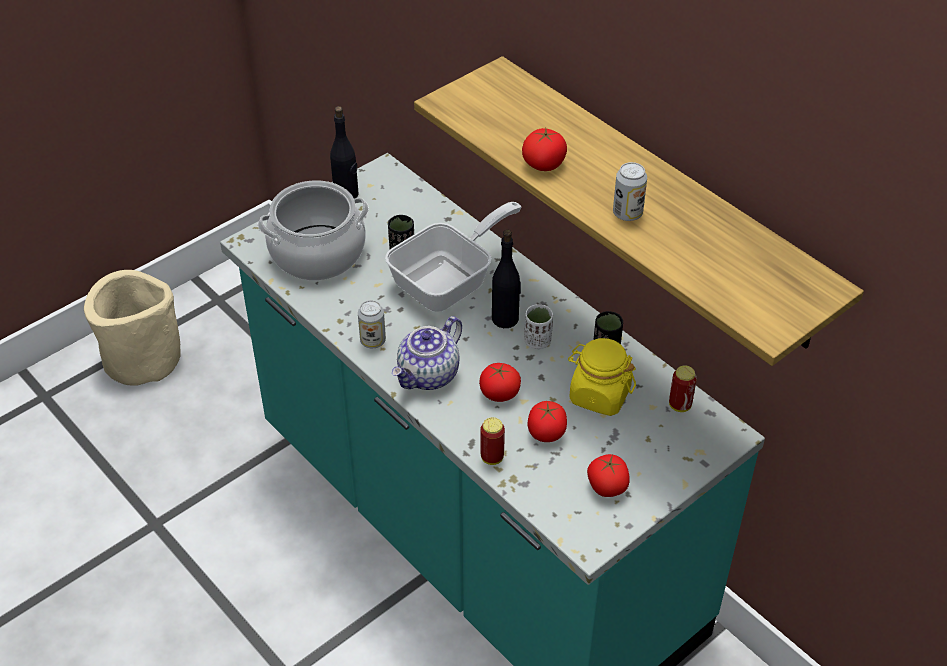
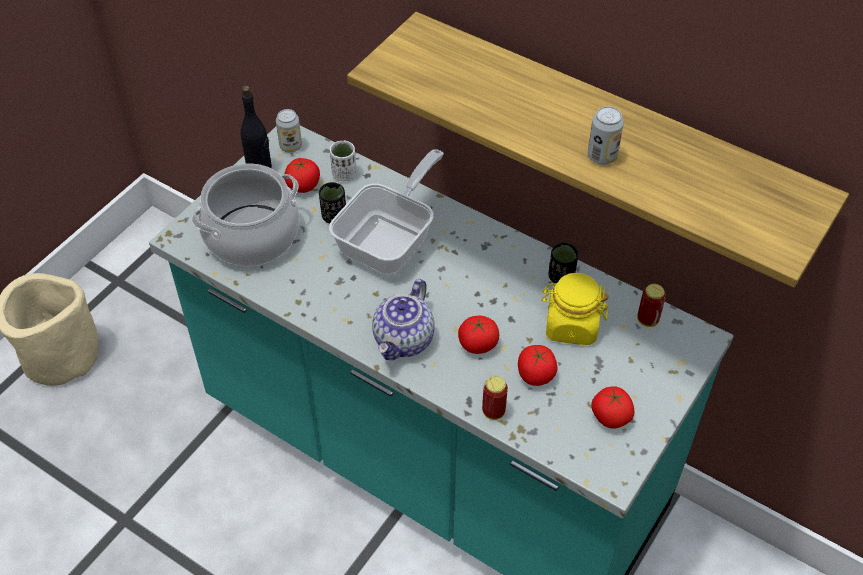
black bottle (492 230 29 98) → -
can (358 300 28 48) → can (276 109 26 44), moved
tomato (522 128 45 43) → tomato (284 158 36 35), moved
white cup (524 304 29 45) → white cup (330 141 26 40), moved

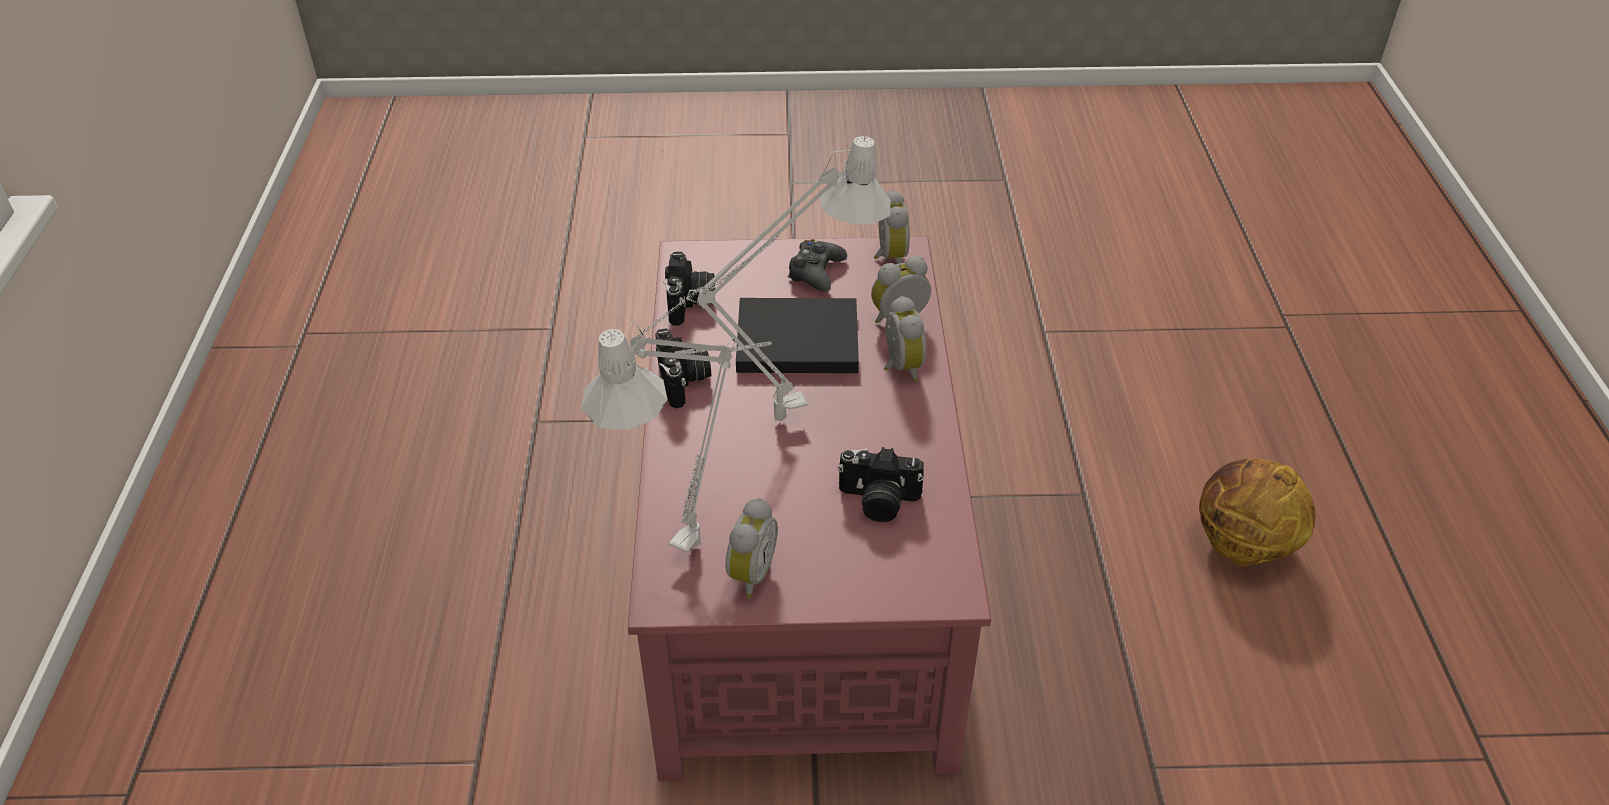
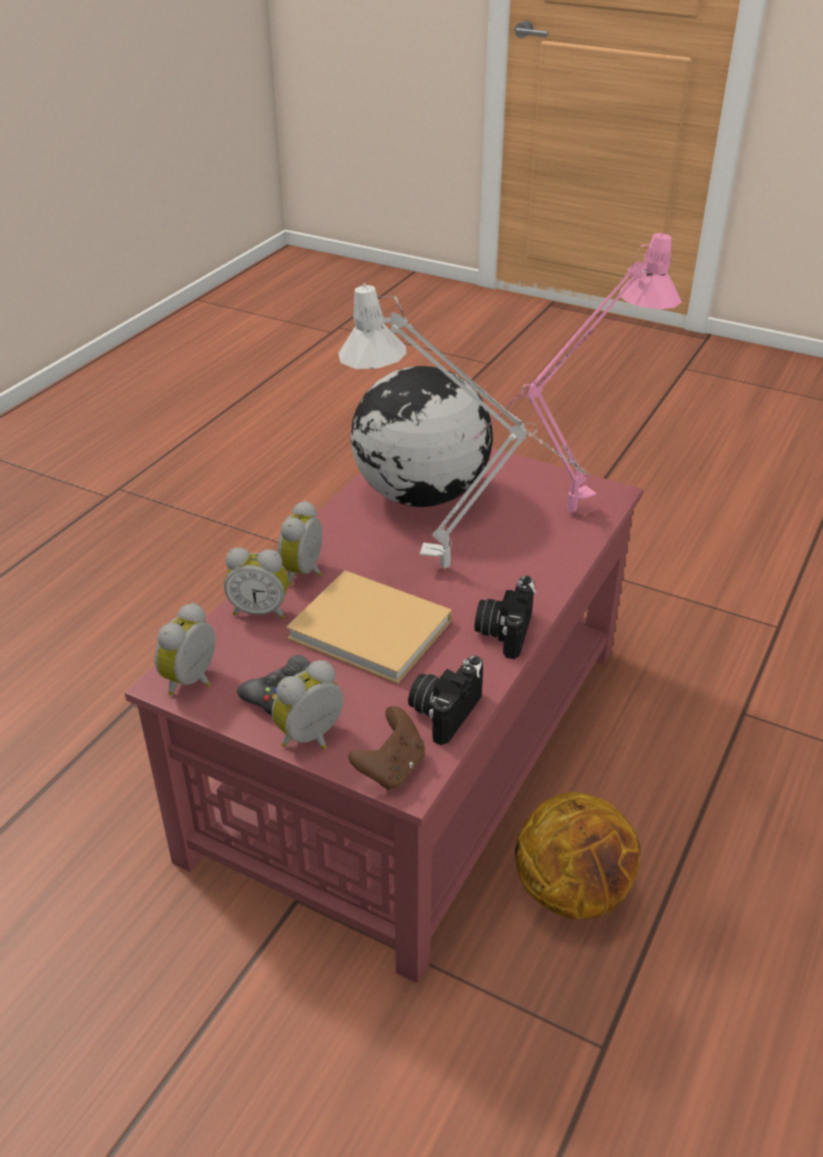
- → brown game controller (348 706 77 84)
alarm clock (726 498 52 100) → alarm clock (272 660 71 90), moved
basketball (1199 459 116 108) → basketball (515 792 126 127), moved
photo camera (838 447 86 75) → globe (351 366 142 141)
grey table lamp (581 321 191 233) → pink table lamp (473 231 209 281)
black book (736 298 123 75) → beige book (286 570 166 114)

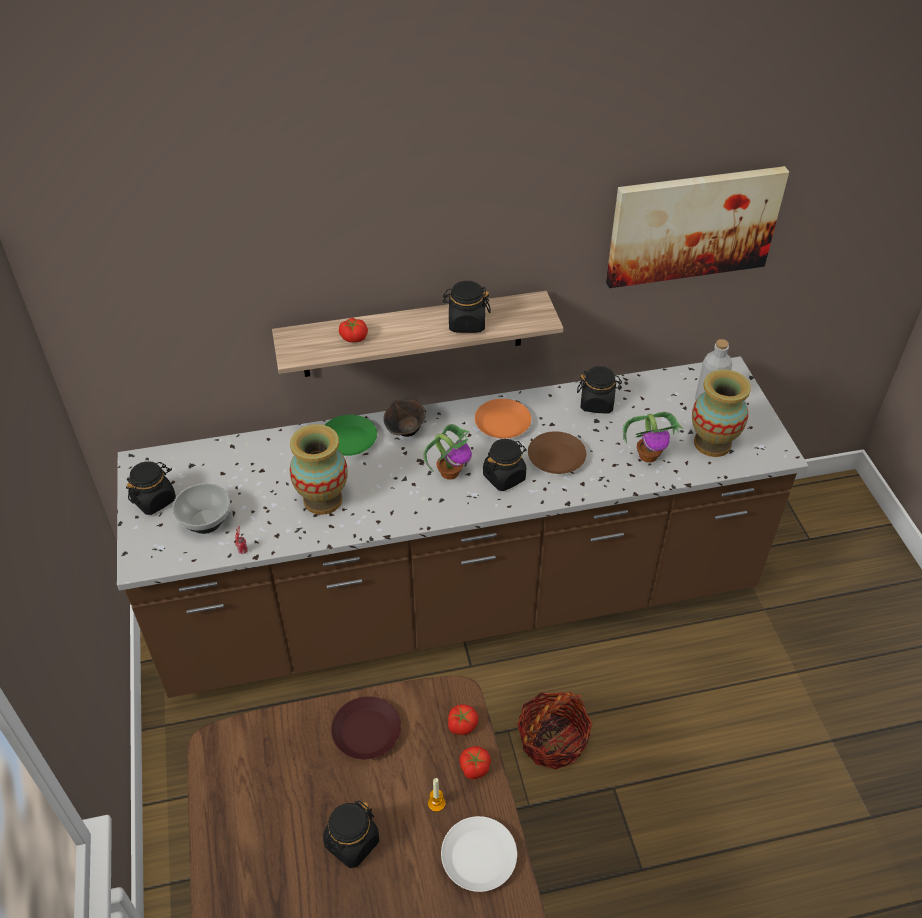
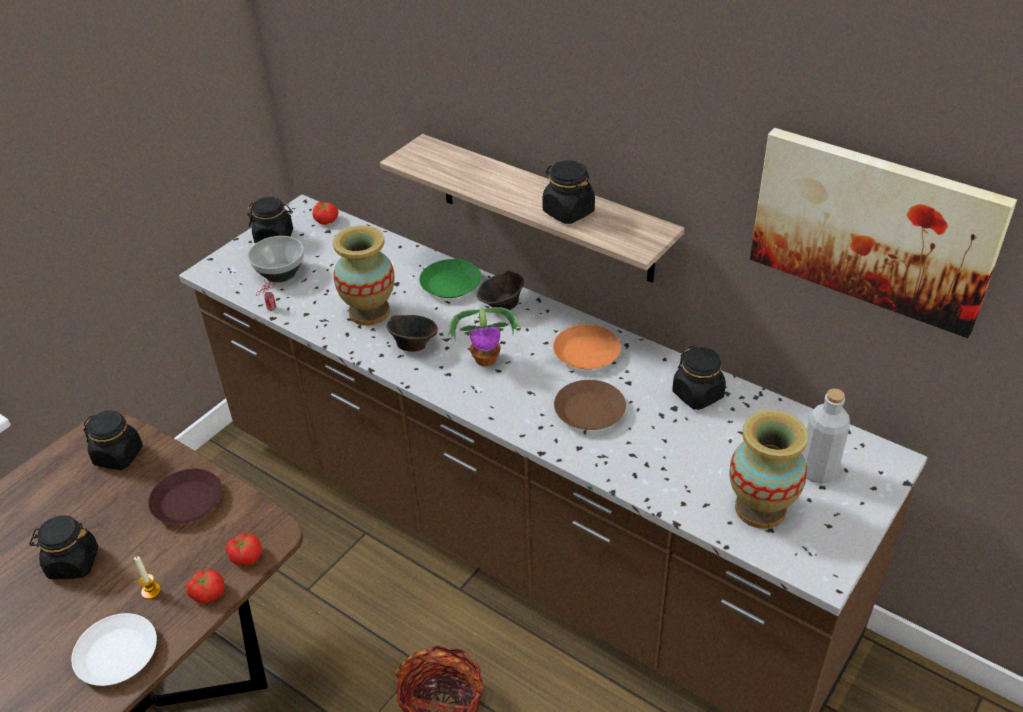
potted plant (623 412 60 51) → -
- → brown bowl (386 315 52 37)
tomato (339 318 29 24) → tomato (313 202 26 23), moved
black jar (483 439 44 52) → black jar (83 411 60 59), moved

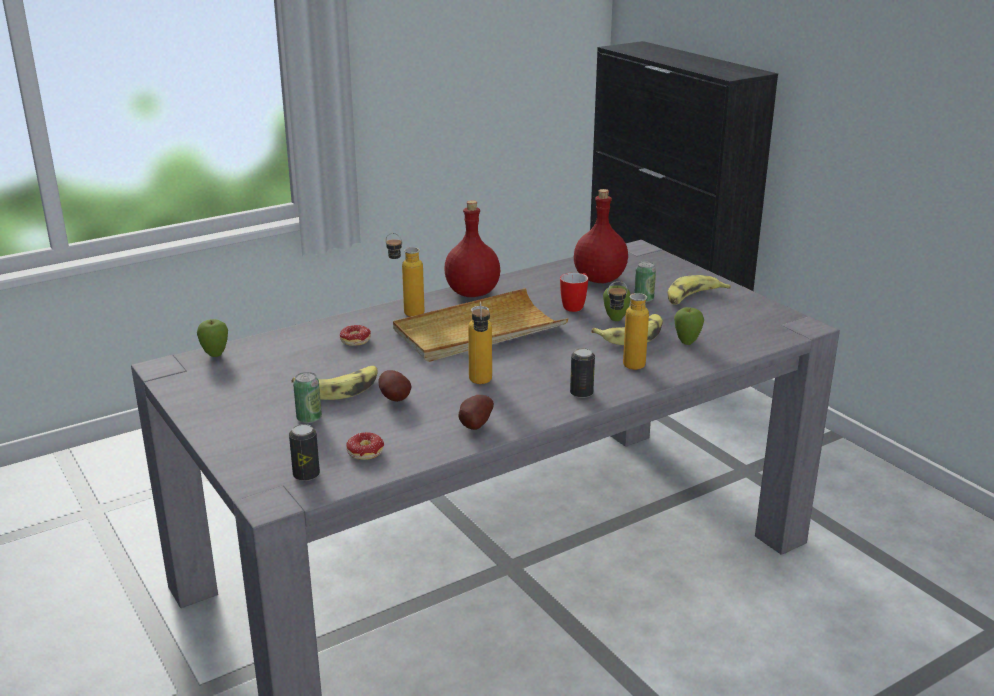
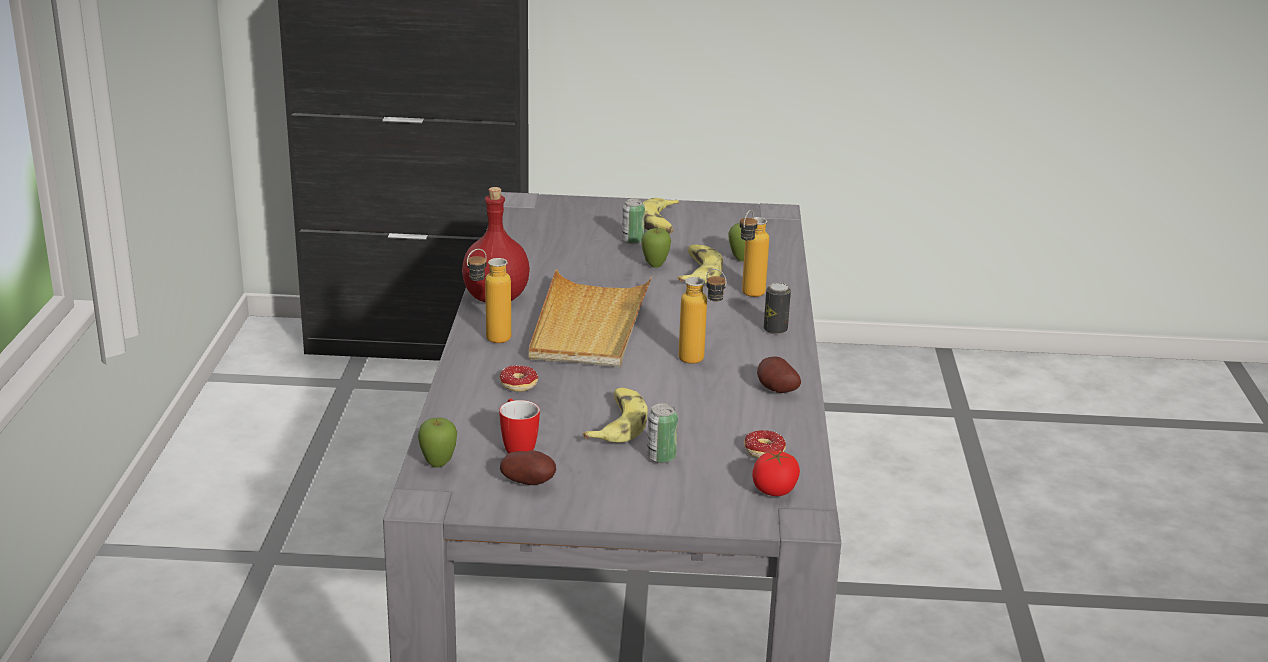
red bottle (574 189 54 94) → -
potato (378 370 33 32) → potato (500 450 56 35), moved
mug (560 273 28 39) → mug (499 399 41 54), moved
can (289 424 31 57) → tomato (752 451 48 45)

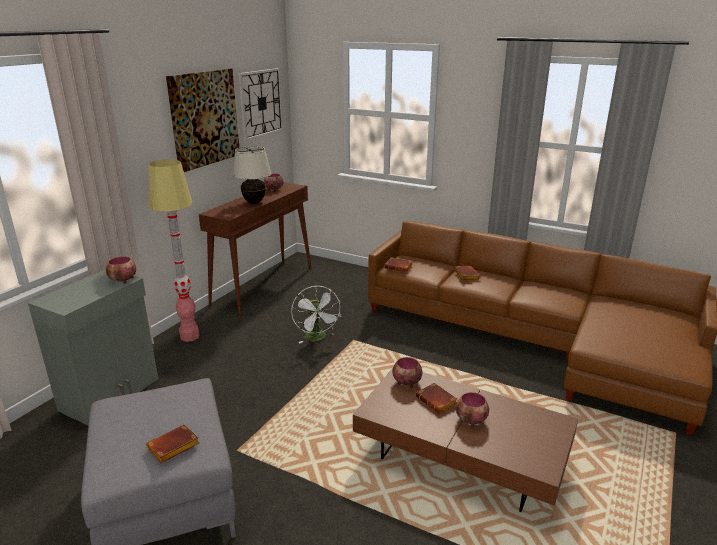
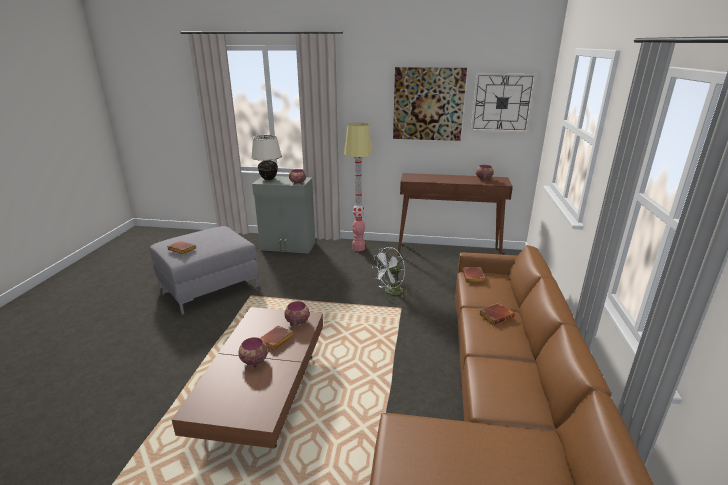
beige table lamp (233 146 39 58) → beige table lamp (251 135 31 45), moved

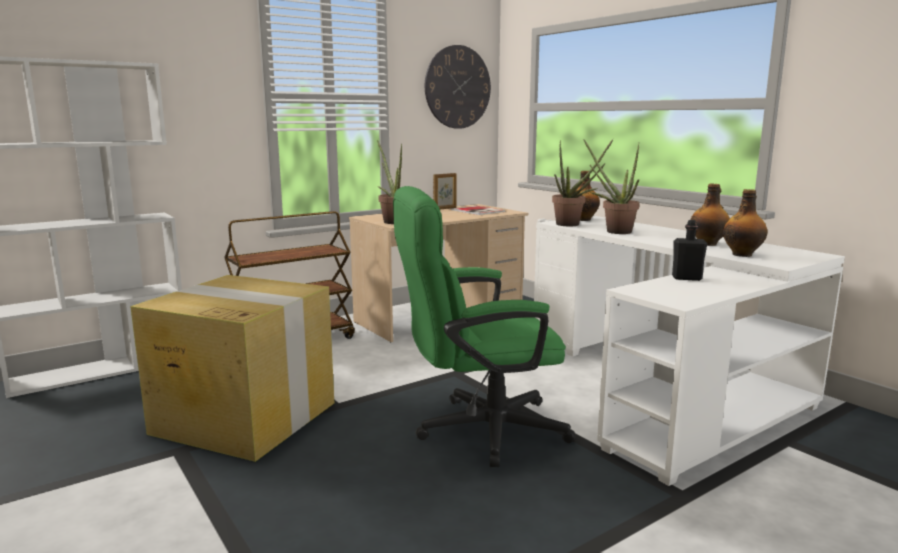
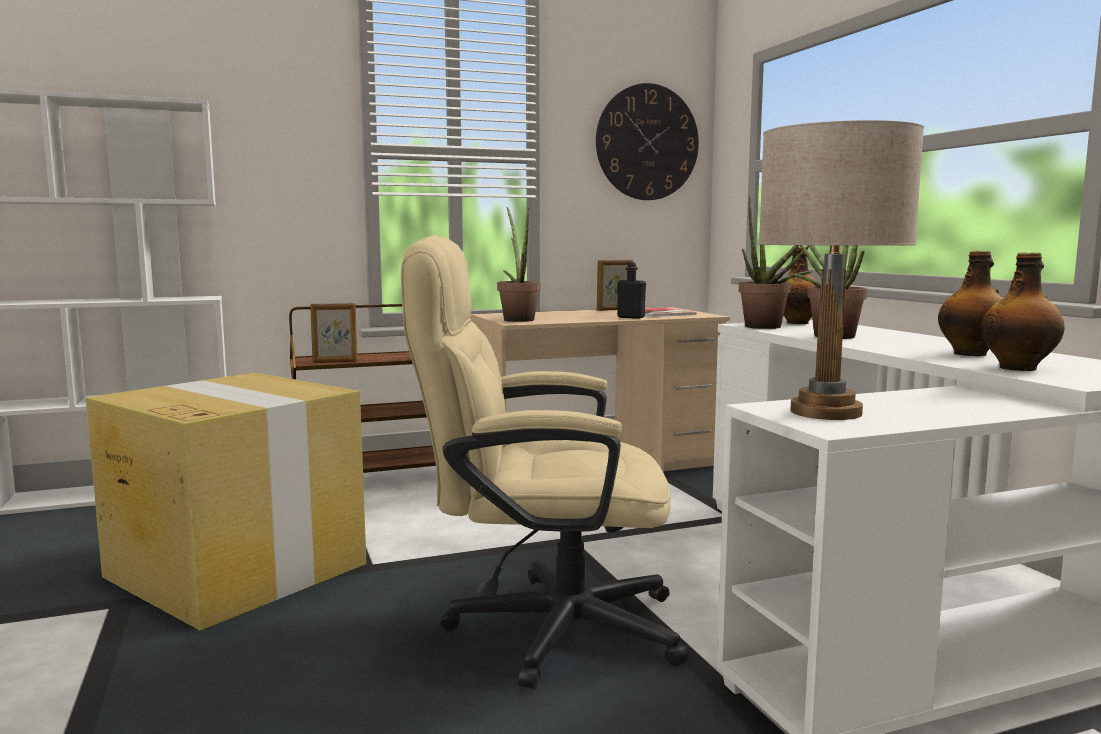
- → picture frame (310 303 47 60)
- → beige table lamp (759 120 165 300)
black bottle (672 220 35 61) → black bottle (617 262 29 57), moved
green office chair (393 186 183 281) → beige office chair (401 235 288 454)

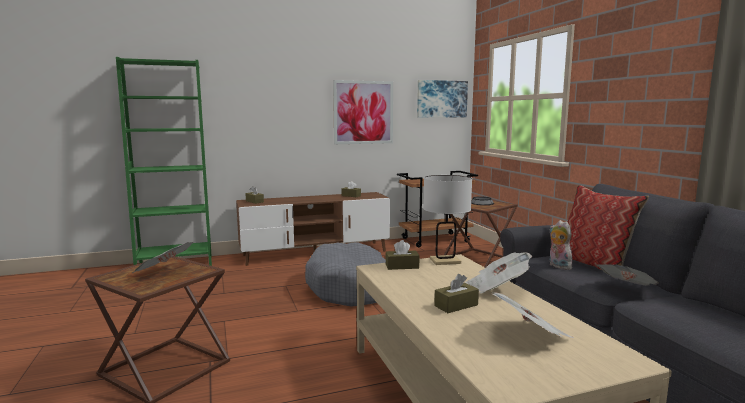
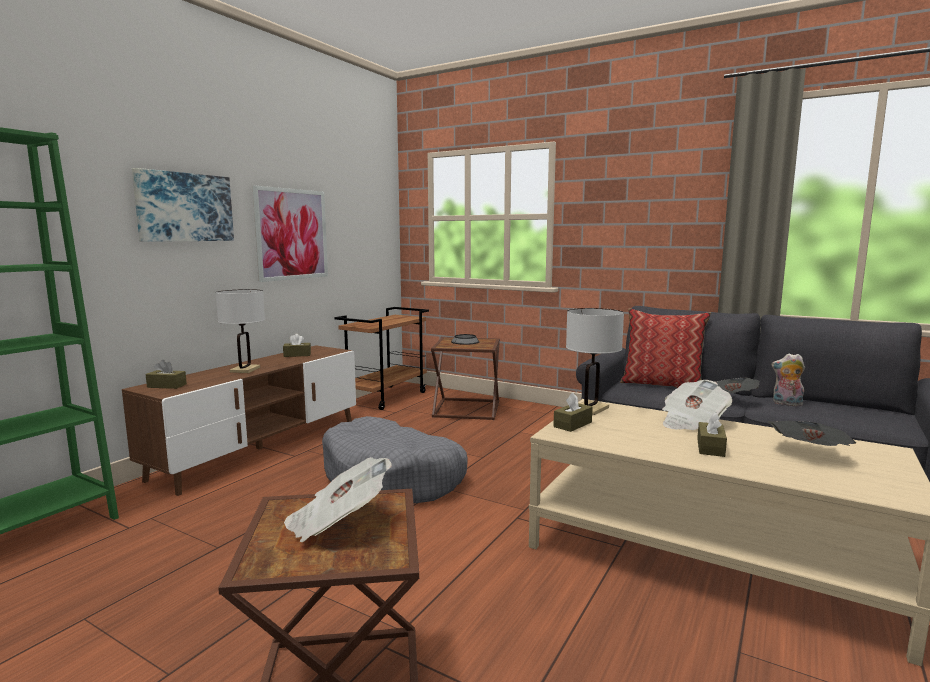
- → white table lamp (216 289 49 84)
picture (417 80 51 38) → picture (132 168 102 74), moved
plush toy (550 220 22 50) → plush toy (771 354 34 52), moved

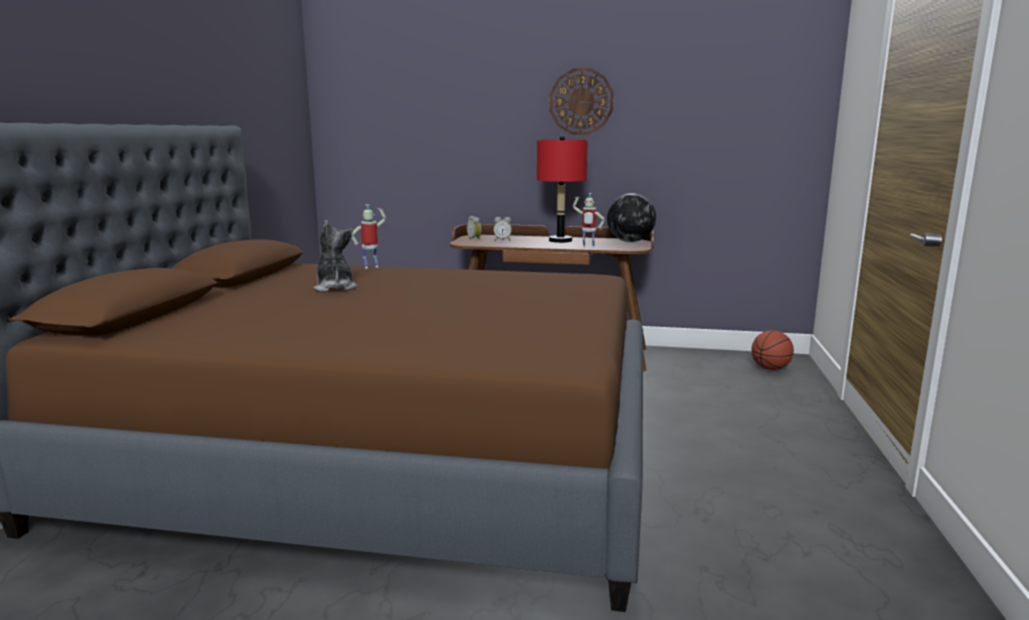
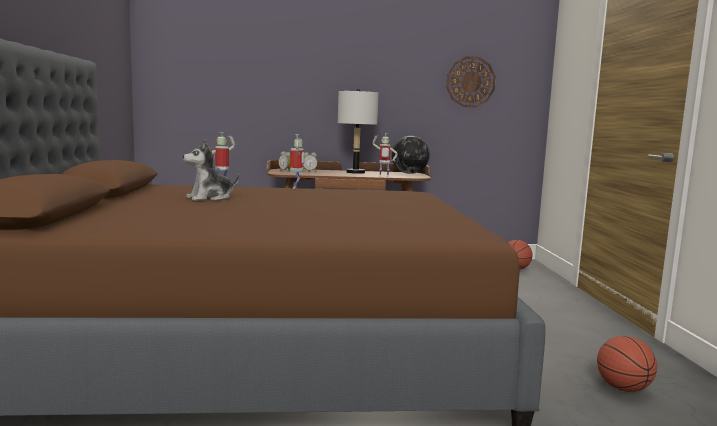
- → toy robot (290 134 15 54)
- → basketball (597 336 60 56)
wall clock (549 68 65 67) → wall clock (446 56 50 51), moved
red table lamp (537 136 51 107) → grey table lamp (338 89 41 85)
plush toy (313 220 44 72) → plush toy (183 139 56 62), 90 degrees counterclockwise

